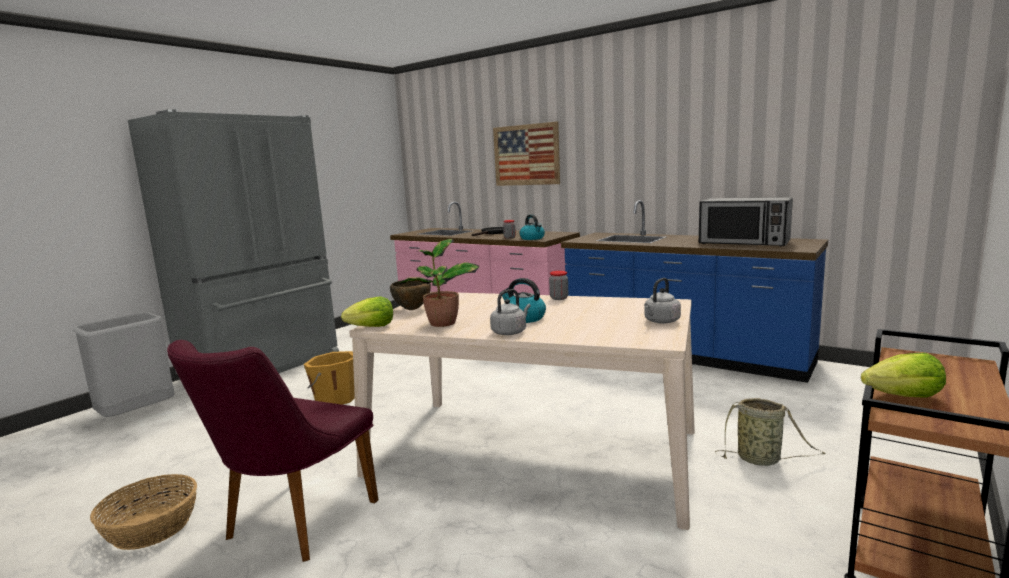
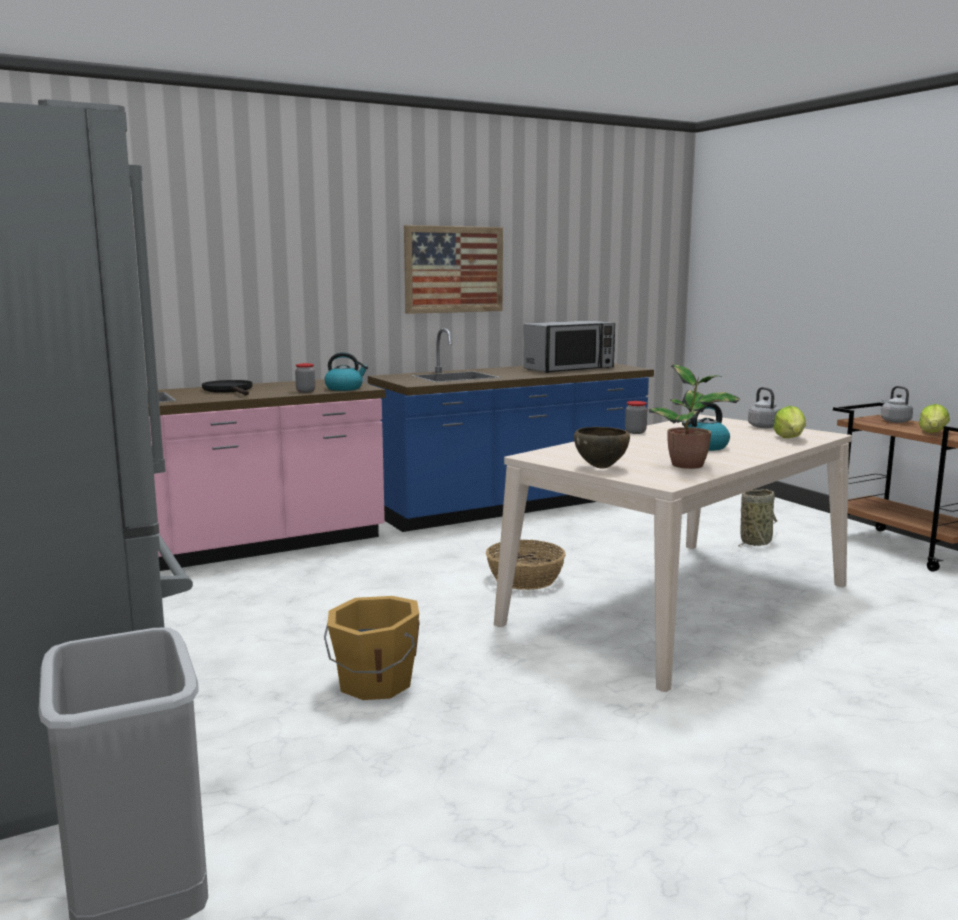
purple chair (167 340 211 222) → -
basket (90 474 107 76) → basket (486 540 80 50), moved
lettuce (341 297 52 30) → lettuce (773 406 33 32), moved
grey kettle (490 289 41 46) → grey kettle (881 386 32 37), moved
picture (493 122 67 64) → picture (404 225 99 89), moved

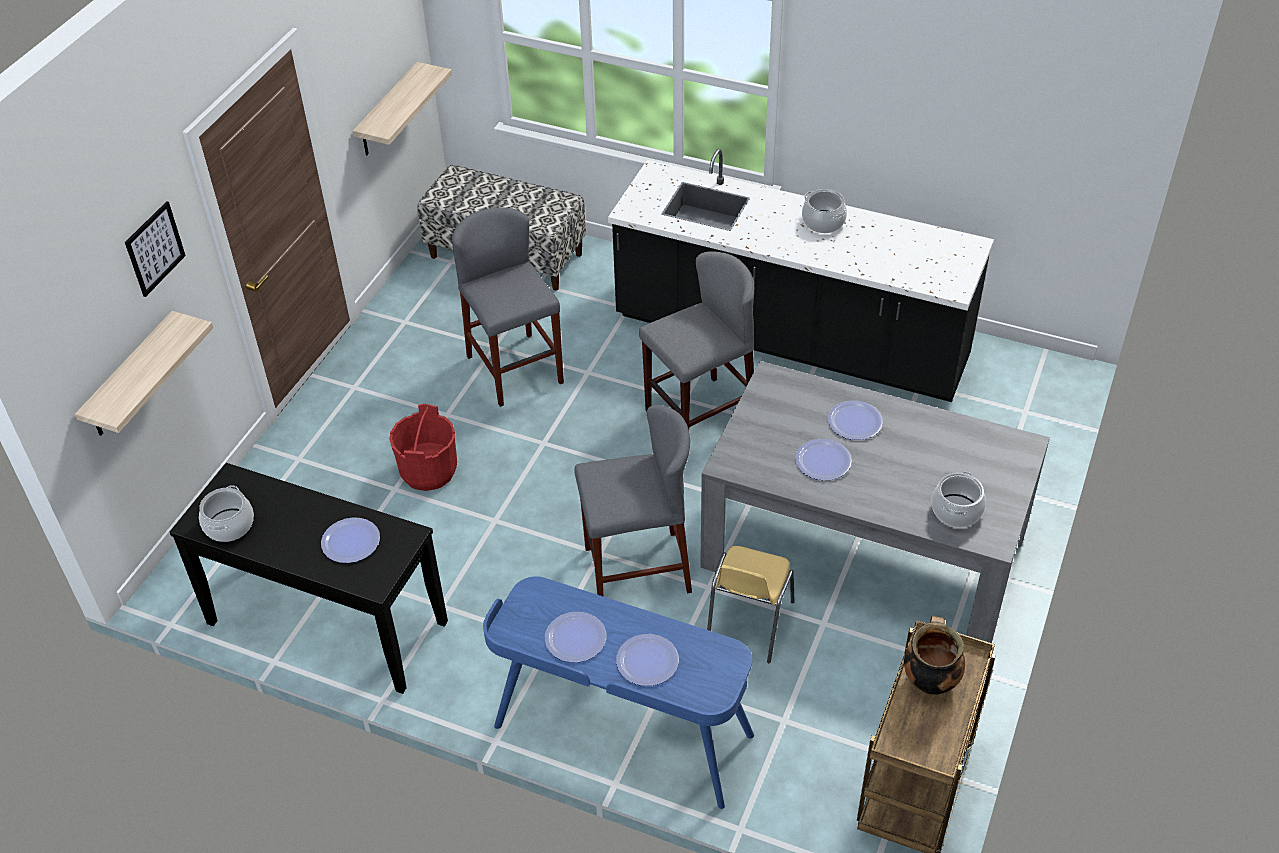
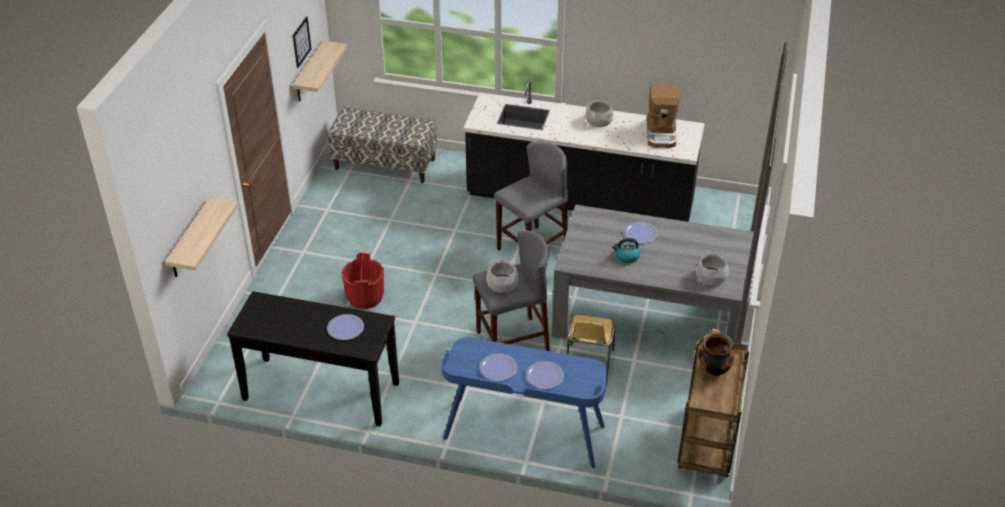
grey stool (452 207 112 200) → -
- → coffee machine (647 85 32 63)
picture (125 201 61 96) → picture (293 17 18 51), moved
cooking pot (199 485 55 57) → cooking pot (486 259 33 34), moved
plate (795 439 57 41) → kettle (612 238 28 25)

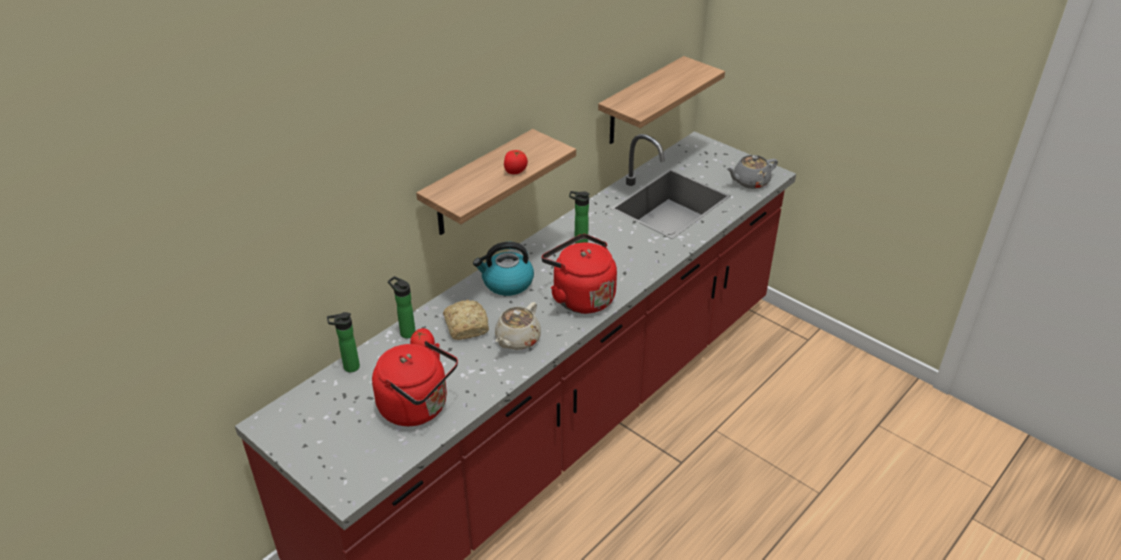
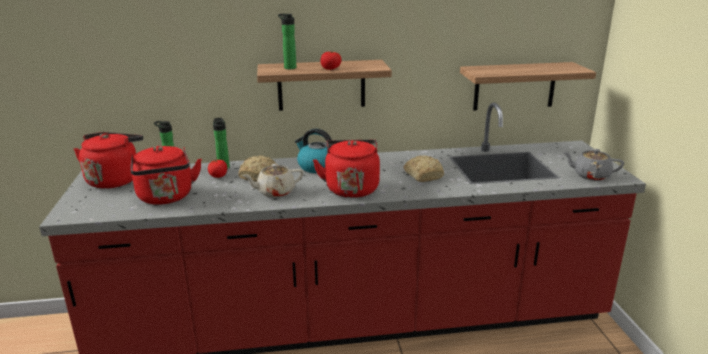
- → red kettle (74 132 69 57)
- → bread (404 156 40 26)
bottle (569 191 21 53) → bottle (278 14 18 55), moved

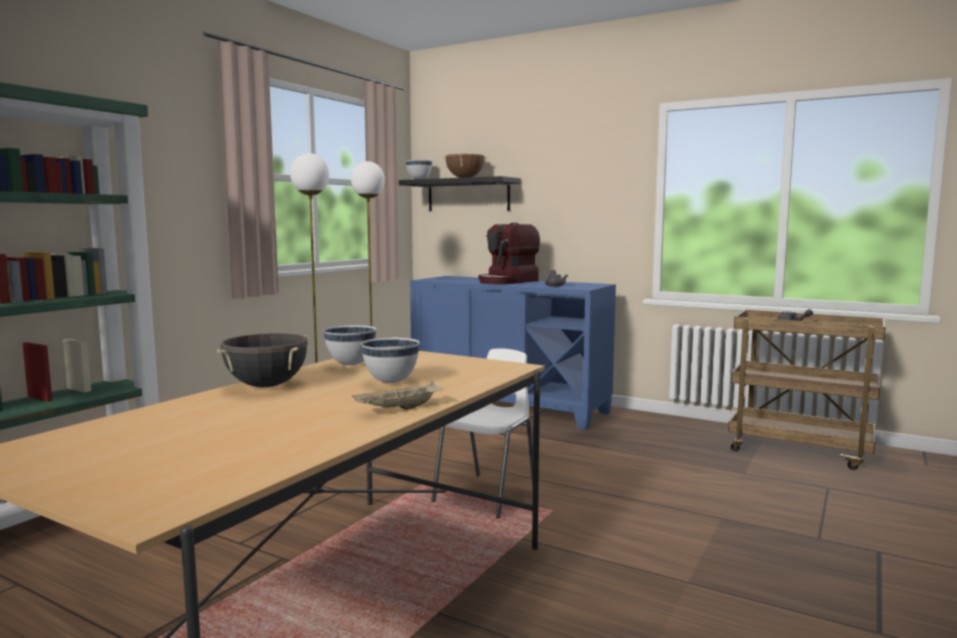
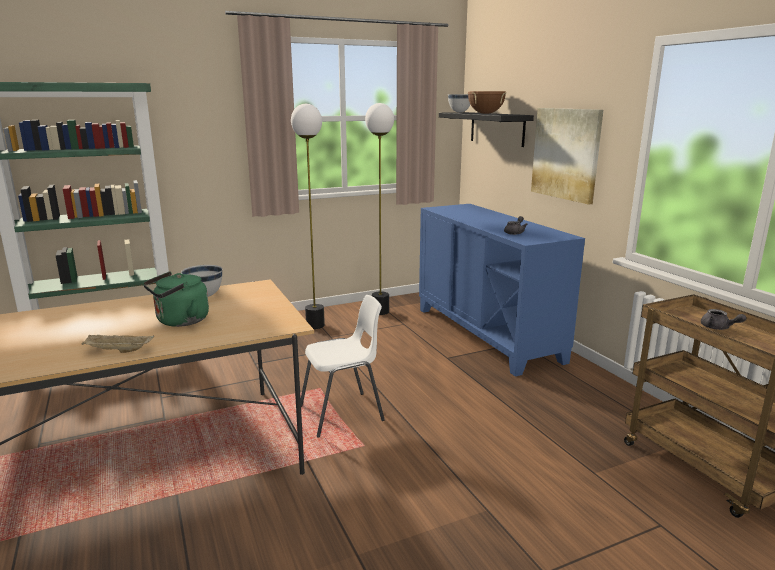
black cooking pot (217 333 91 54) → -
coffee machine (479 223 61 61) → -
- → picture (531 108 72 97)
white bowl (361 337 59 46) → green kettle (143 272 66 55)

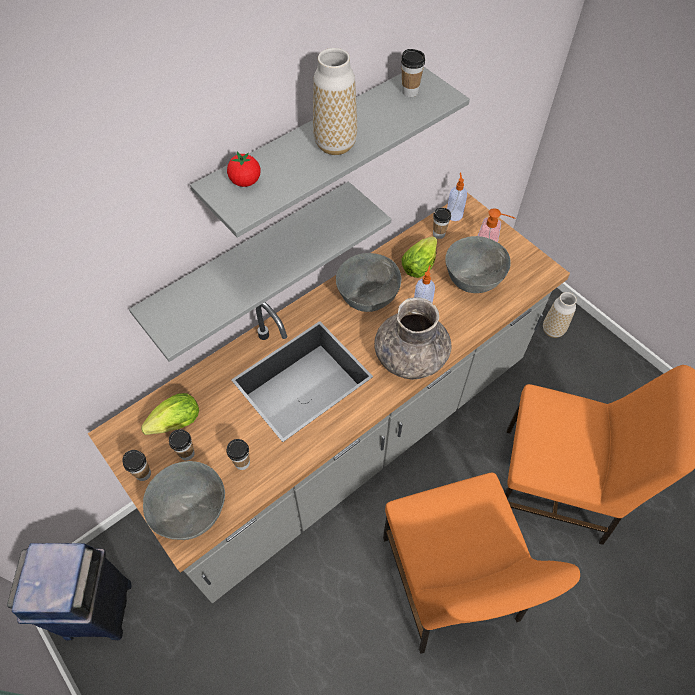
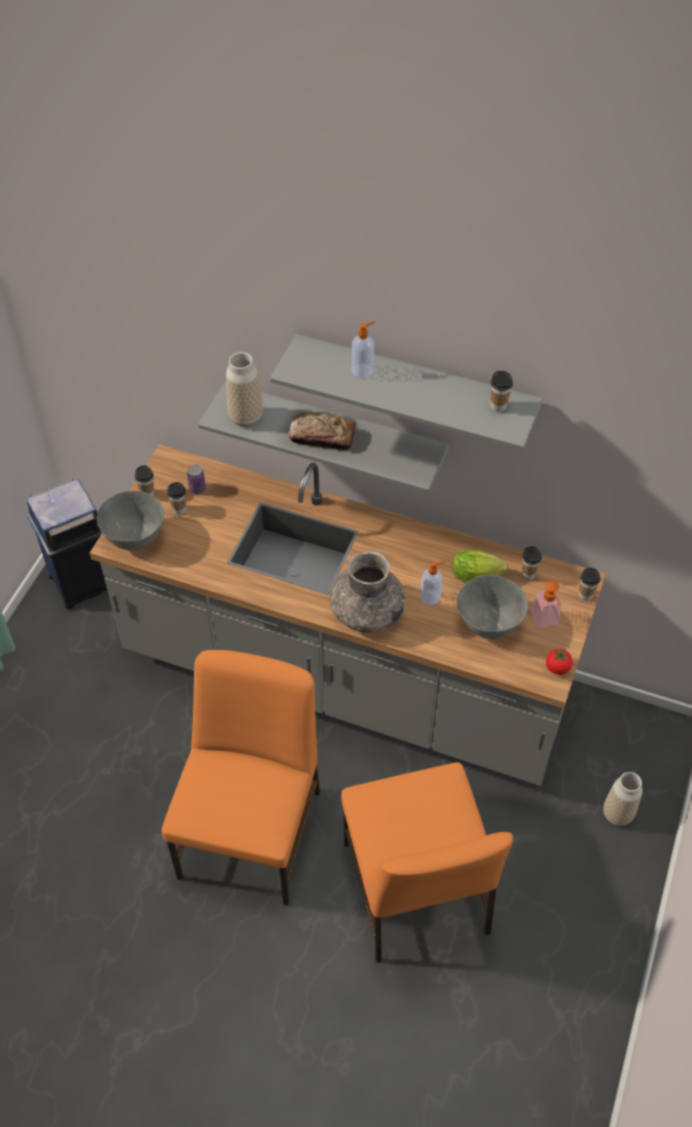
grey bowl (336 253 65 59) → -
- → bread (289 412 67 38)
tomato (227 152 33 35) → tomato (546 649 26 26), moved
cup (227 439 23 31) → cup (579 568 21 33), moved
vase (313 48 44 107) → vase (226 352 37 75), moved
soap dispenser (447 173 20 48) → soap dispenser (352 321 23 58), moved
lettuce (141 393 58 42) → can (187 465 19 29)
orange chair (383 472 197 182) → orange chair (162 650 158 256), 150 degrees clockwise

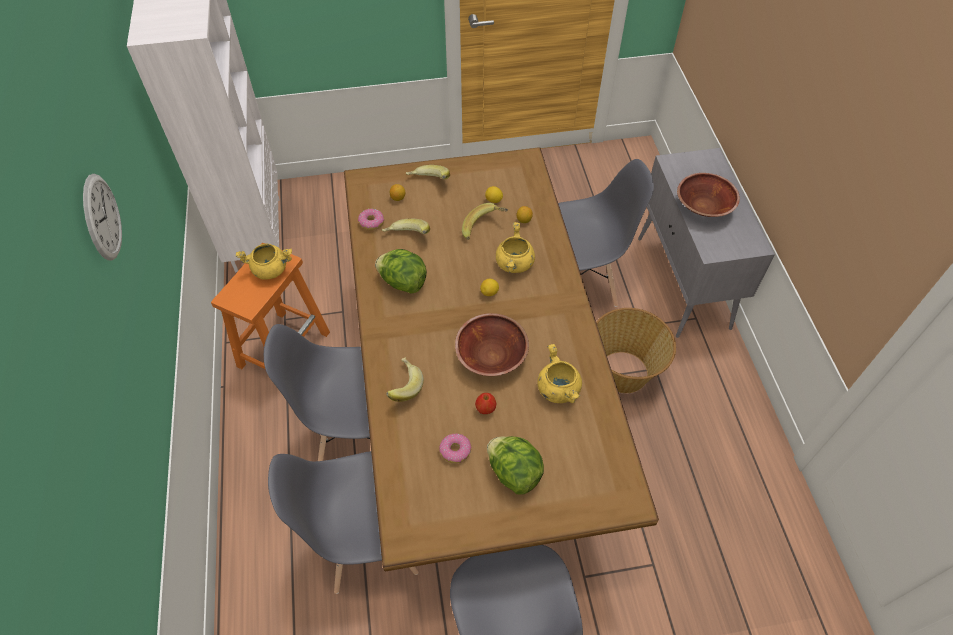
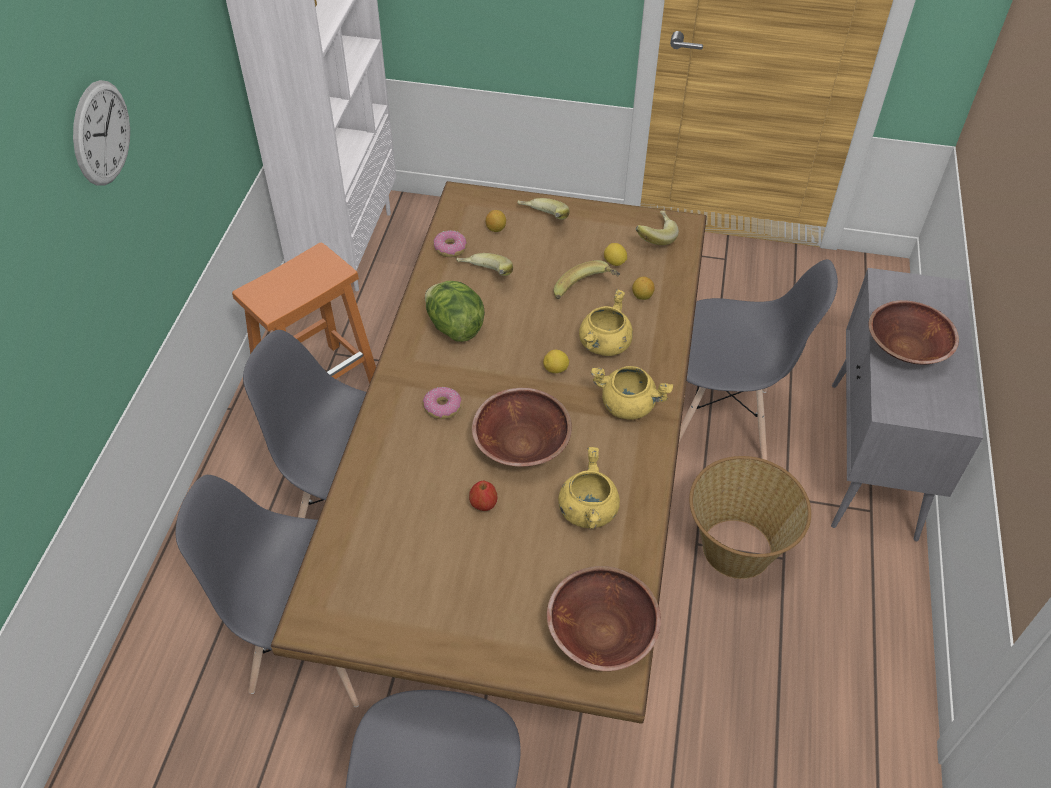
lettuce (487 436 57 59) → -
- → brown bowl (547 566 114 105)
yellow cooking pot (236 244 56 36) → yellow cooking pot (591 366 82 54), moved
banana (386 357 38 45) → banana (636 211 43 34), moved
donut (439 434 33 30) → donut (423 387 39 32), moved

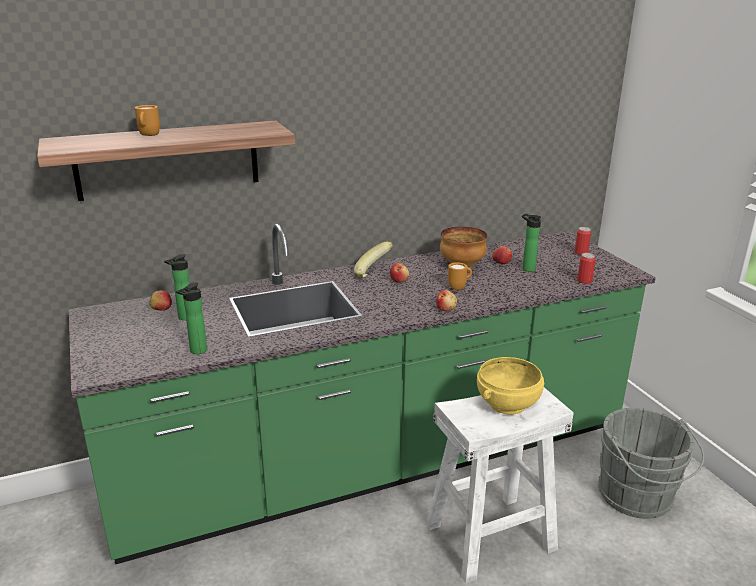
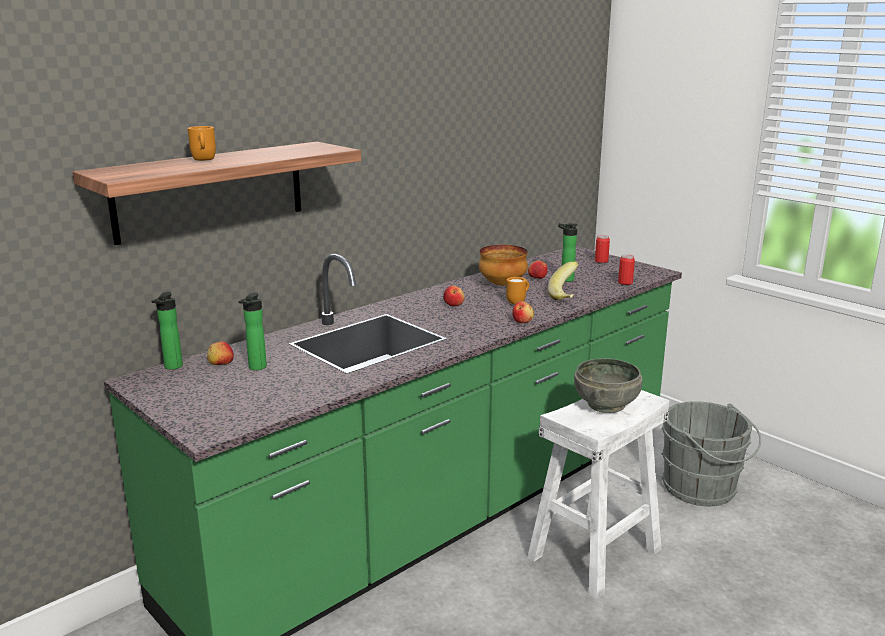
bottle (176 282 31 72) → bottle (152 292 31 78), moved
banana (354 242 39 35) → banana (548 262 31 38), moved
yellow bowl (477 357 67 58) → grey bowl (574 358 69 55)

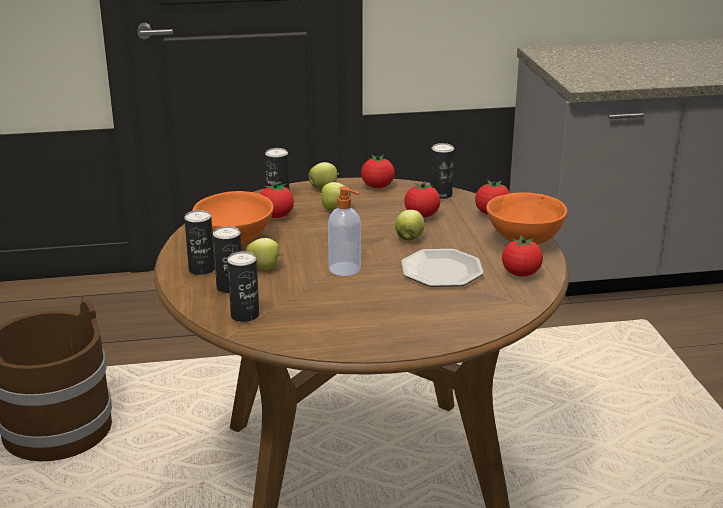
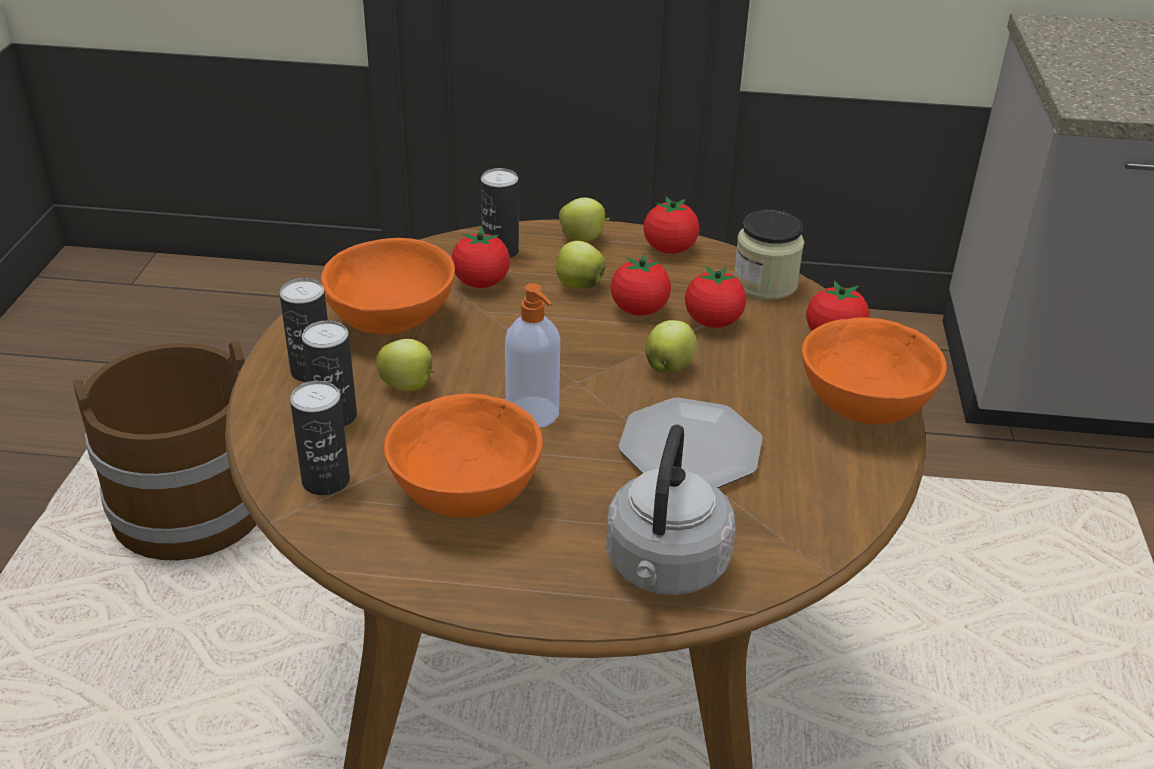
- → orange bowl (384 394 159 124)
- → grey kettle (606 425 129 170)
tomato (502 235 41 42) → tomato (611 253 60 63), moved
can (430 143 24 56) → jar (734 210 71 90)

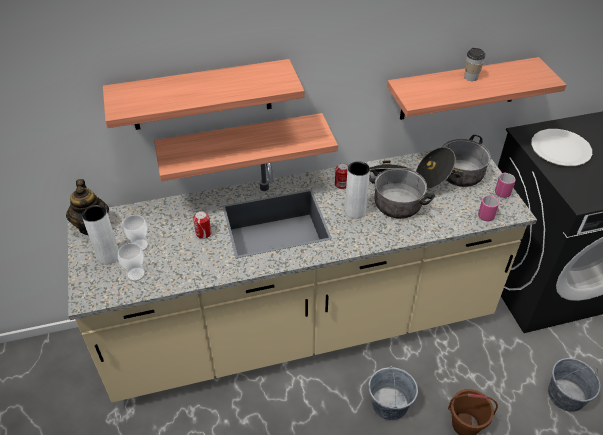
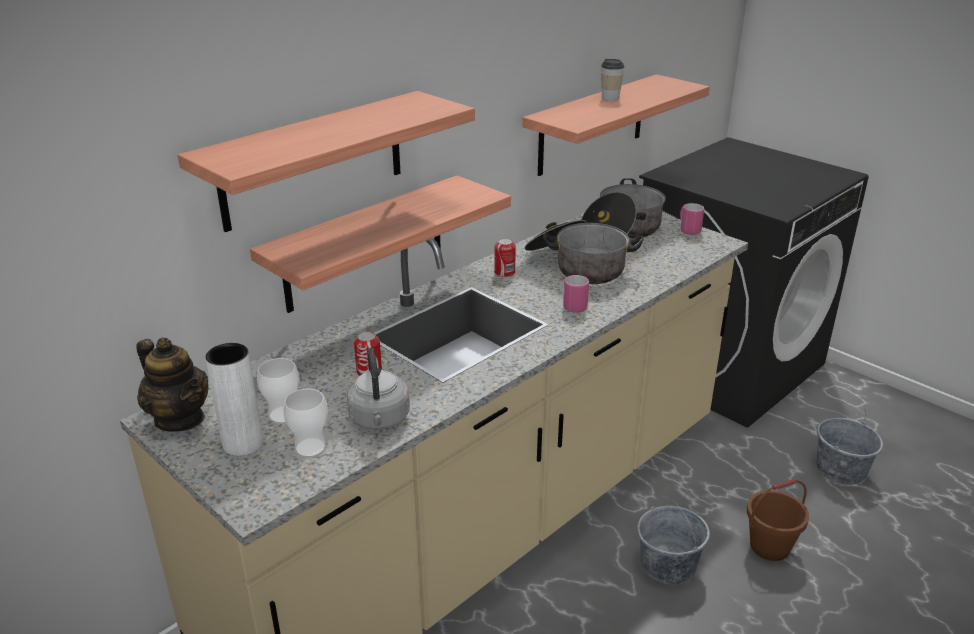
white vase (345 161 25 58) → -
white plate (531 129 61 37) → -
- → grey kettle (347 348 63 82)
pink mug (478 196 21 25) → pink mug (563 275 26 38), moved

